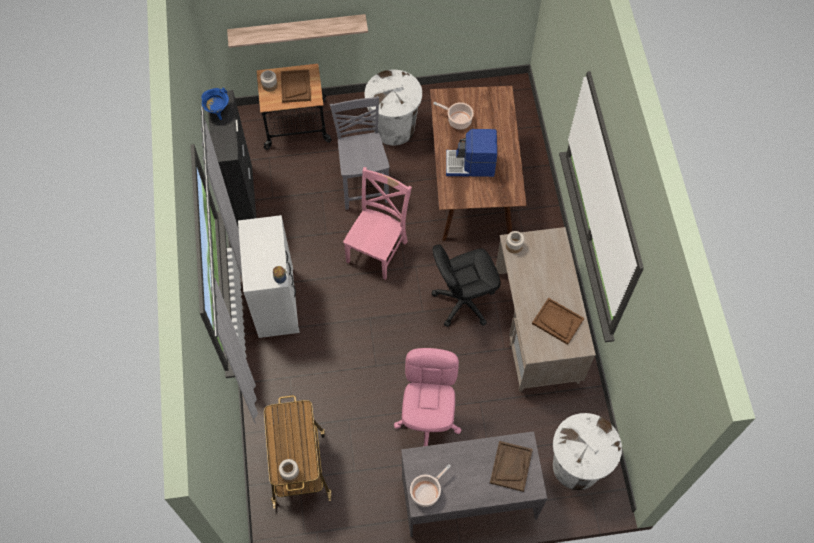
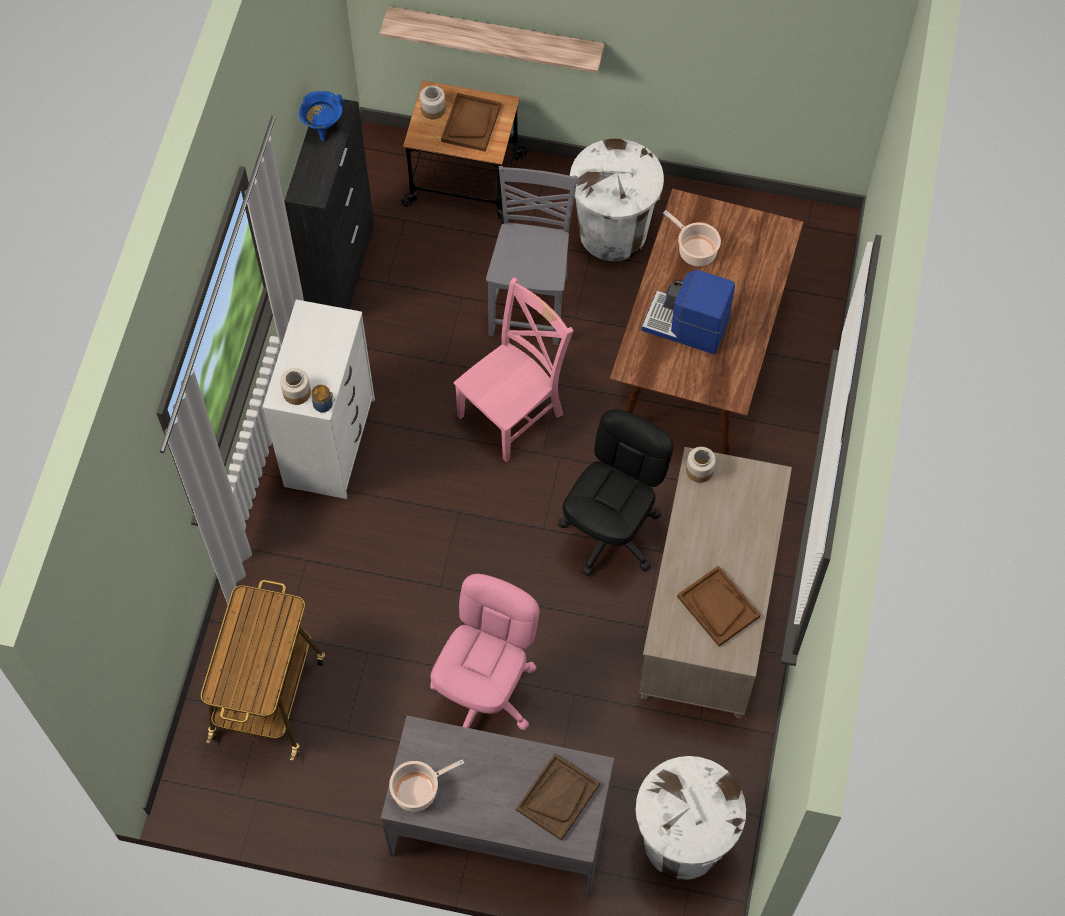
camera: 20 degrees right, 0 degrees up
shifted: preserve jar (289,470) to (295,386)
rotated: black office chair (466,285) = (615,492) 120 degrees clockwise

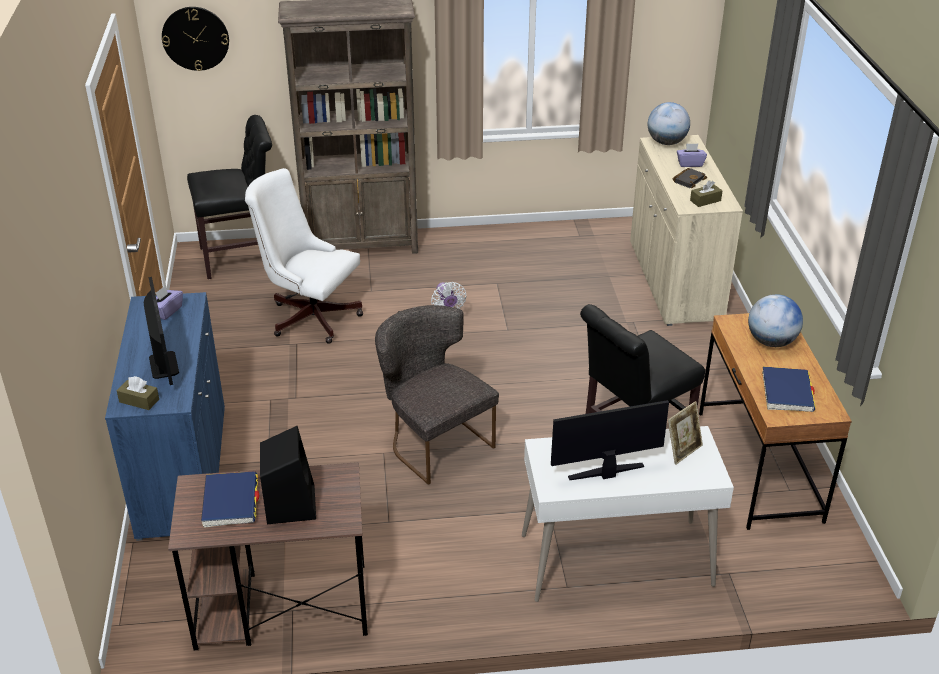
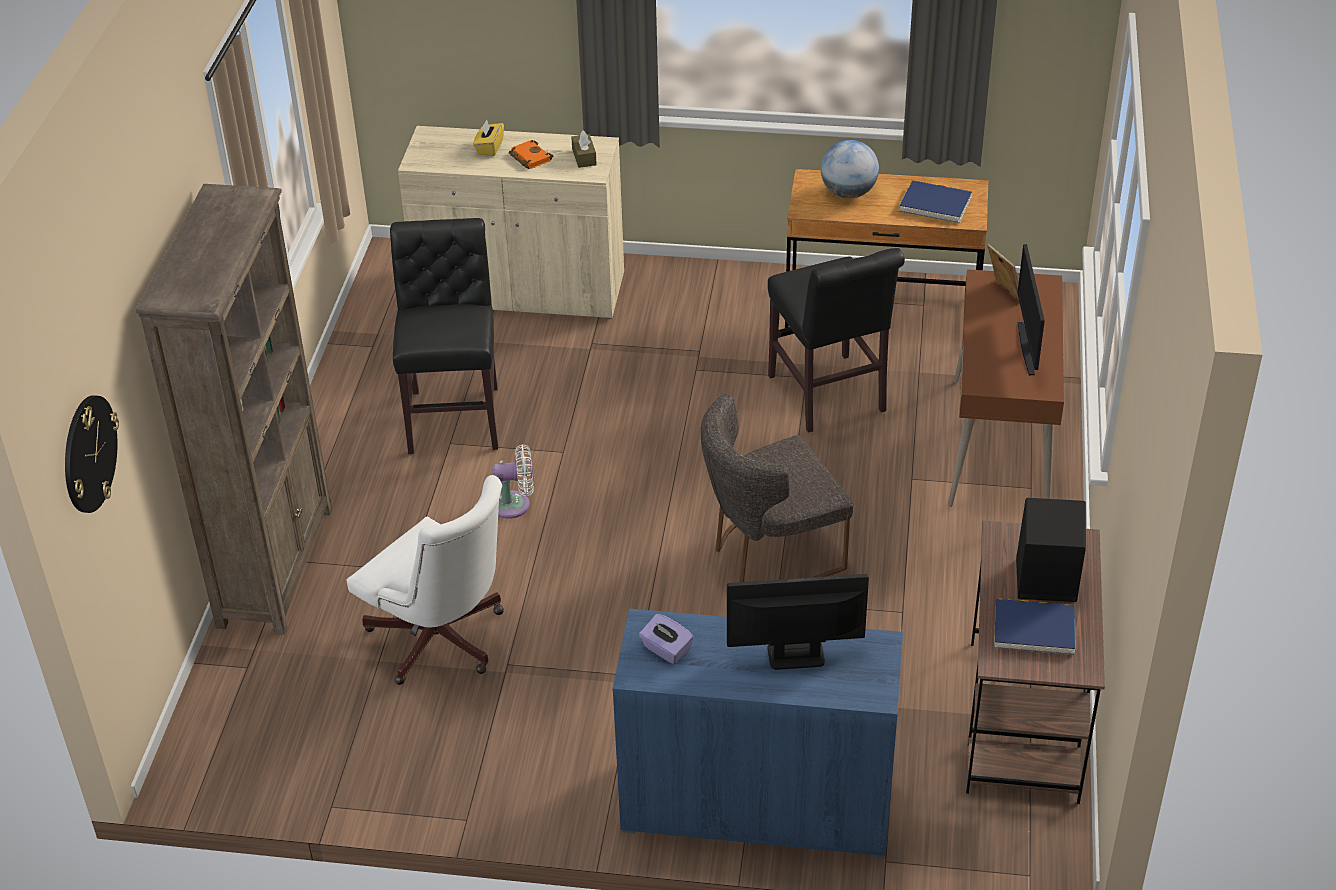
camera: 75 degrees left, 5 degrees up
gone: world globe (669,123); brown-coloured tissue holder (138,393)
shifted: black upright chair (229,197) to (444,336)
repainted: purple-coloured tissue holder (692,155) to yellow-coloured tissue holder (488,138); black bound book (689,178) to orange-coloured bound book (531,154); white-coloured desk unit (628,514) to brown-coloured desk unit (1006,388)
rotated: white-coloured office chair (304,256) = (425,580) 90 degrees counterclockwise

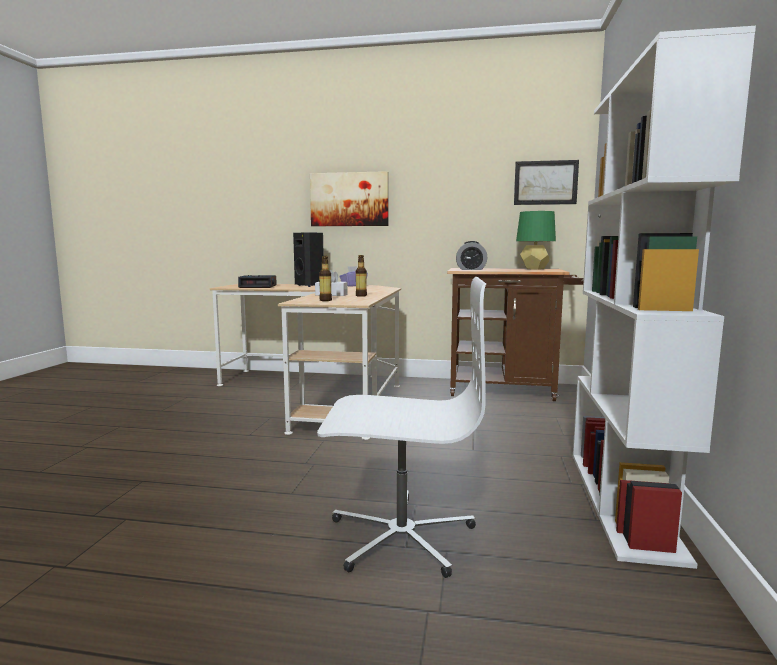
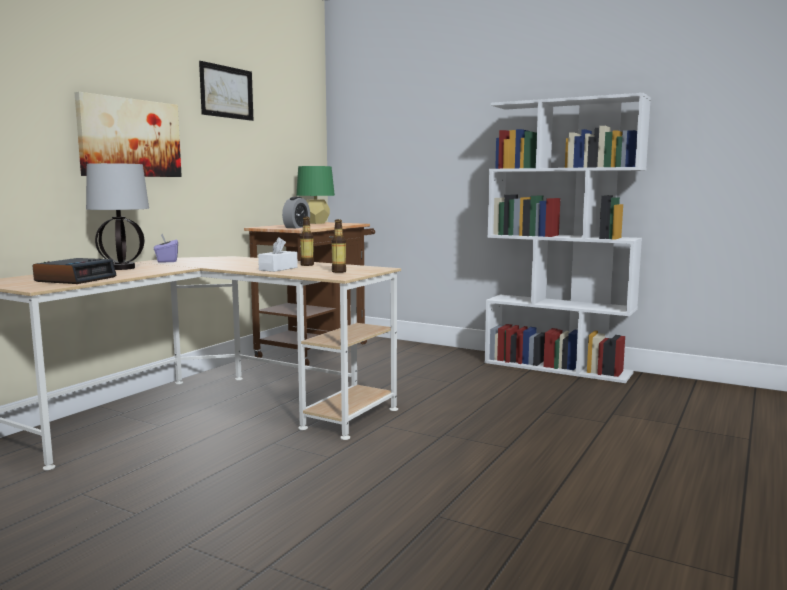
camera: 70 degrees left, 0 degrees up
gone: white-coloured office chair (401,427)
shifted: wall art (546,182) to (226,91)
swapped: black loudspeaker (308,259) to tabletop lamp (117,216)

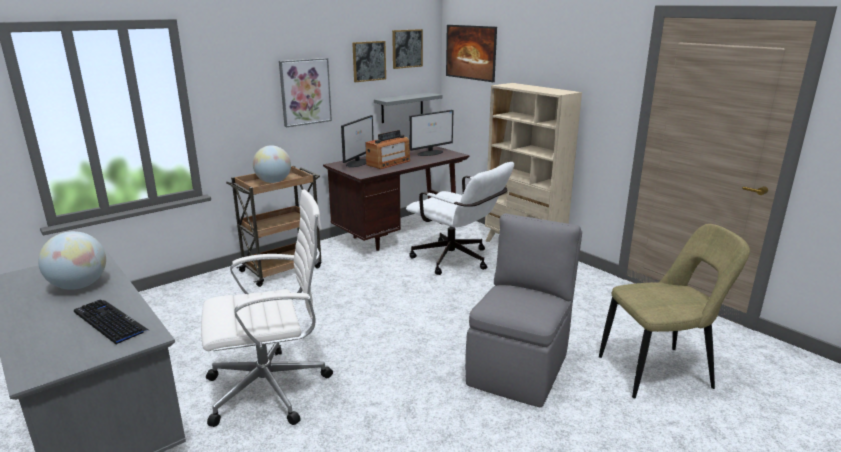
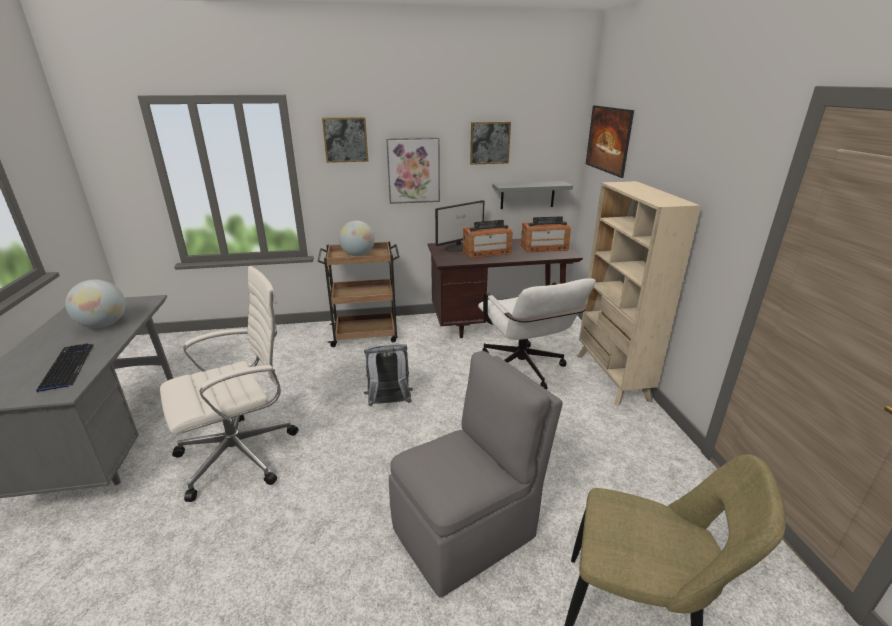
camera: 30 degrees right, 5 degrees up
new: greyish knapsack (388,375)
shifted: wall art (407,49) to (345,140)
swapped: computer display (431,133) to radio set (546,234)
rotated: white-coloured office chair (267,308) = (229,384) 45 degrees counterclockwise

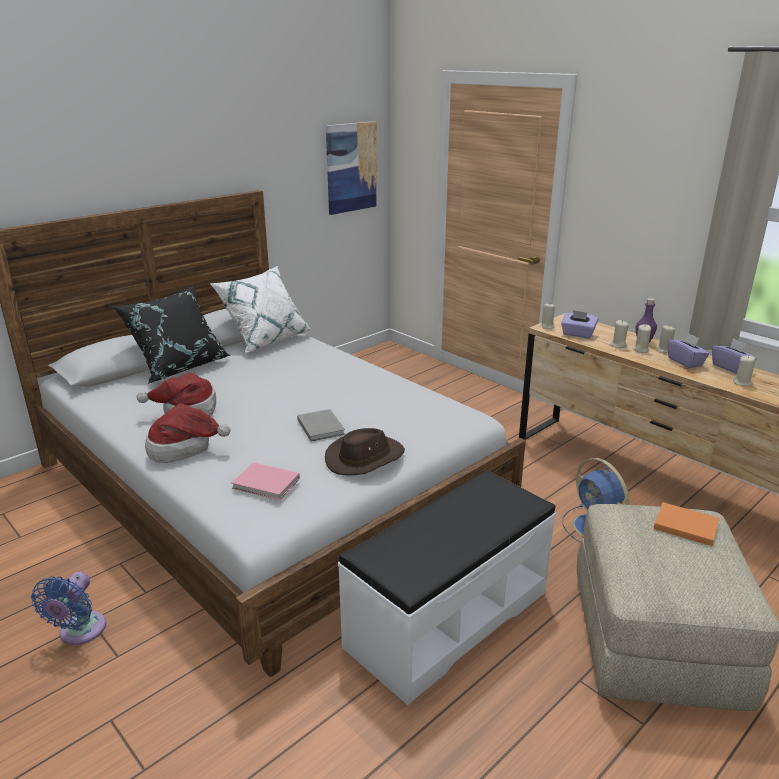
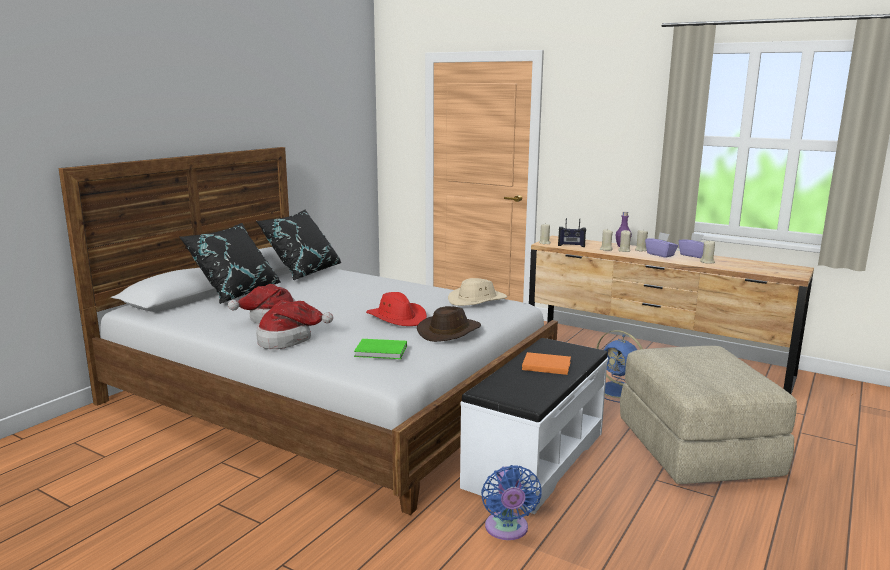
camera: 15 degrees left, 10 degrees down
gone: wall art (351,168)
new: sand-coloured hat (477,292)
shifted: orange-coloured bound book (686,524) to (546,363); blue fan (68,608) to (511,502)
swapped: purple-coloured tissue holder (579,324) to radio set (572,232); greyish bound book (321,425) to red hat (396,309)
repainted: white-coloured throw pillow (261,310) to black throw pillow (298,244); pinkish bound book (265,481) to green bound book (380,349)

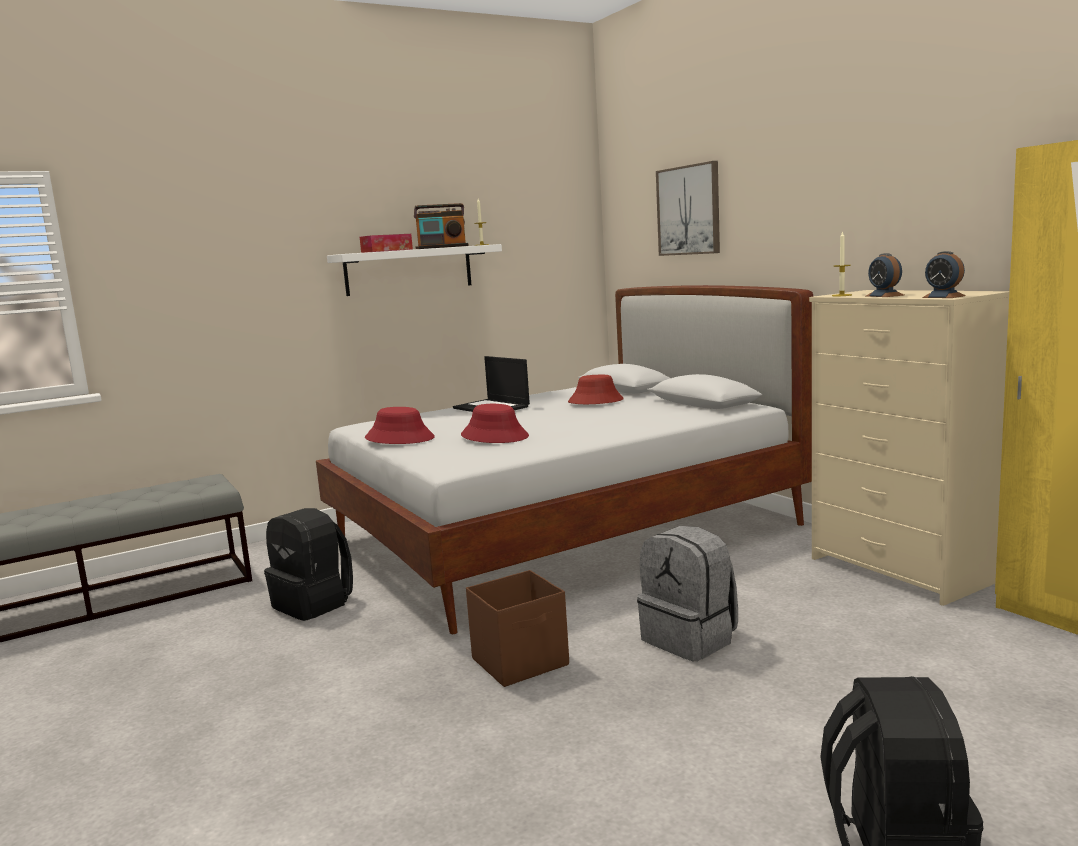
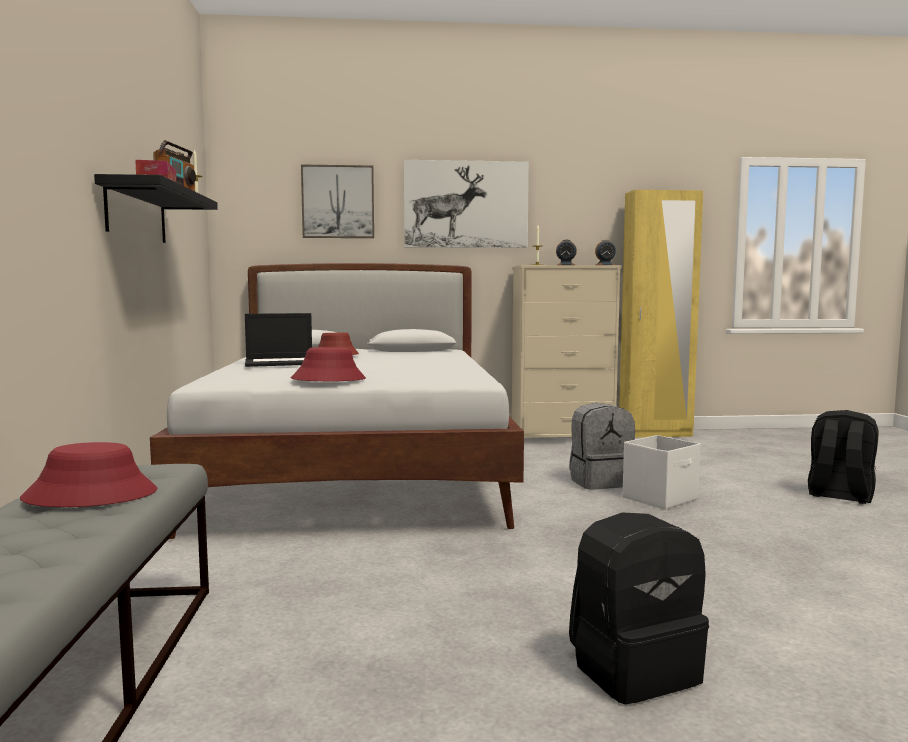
camera: 65 degrees left, 5 degrees down
gone: brown-coloured storage container (517,628)
new: wall art (466,204); white-coloured storage container (662,472)
shifted: red hat (495,423) to (88,474); black knapsack (308,564) to (639,609)
repainted: white-coloured shelf (414,270) to black shelf (156,208)

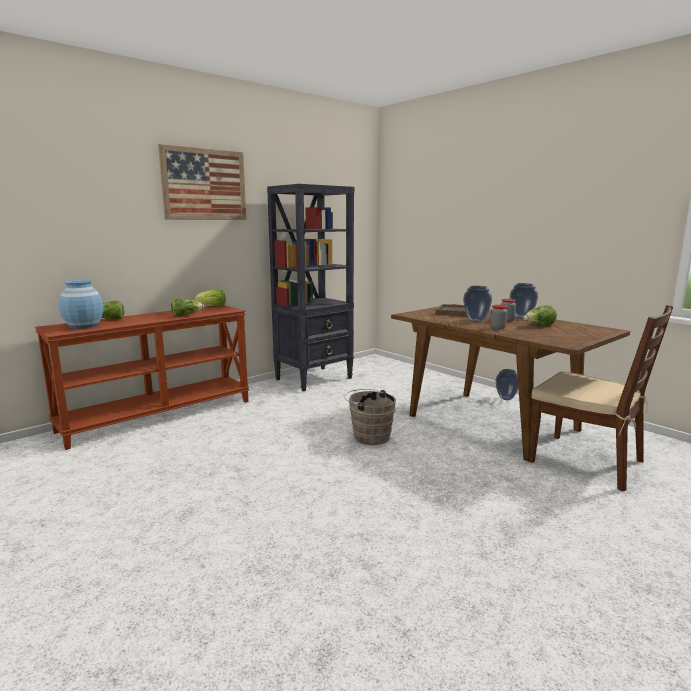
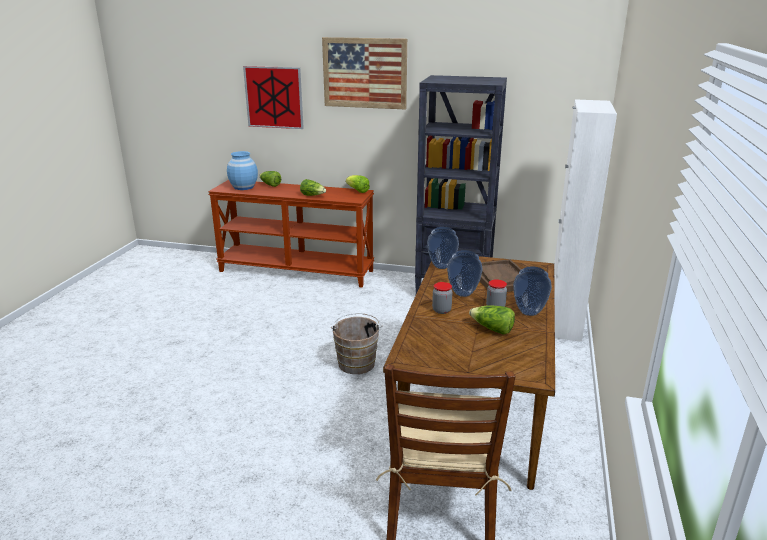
camera: 55 degrees right, 10 degrees up
new: wall art (273,97); white-coloured cupboard (585,220)
shifted: flower vase (507,384) to (443,248)

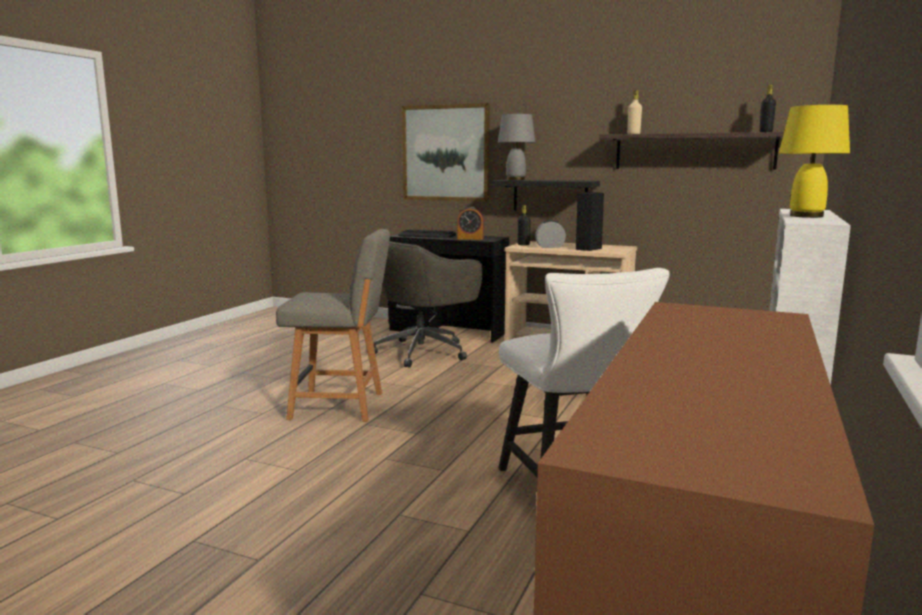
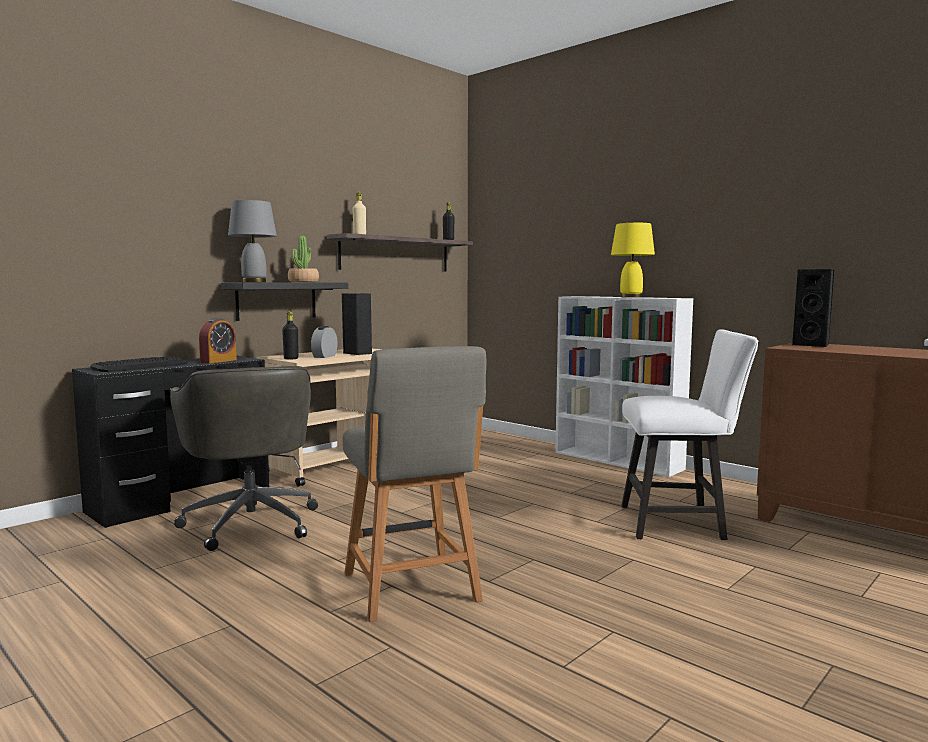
camera: 70 degrees left, 5 degrees down
gone: wall art (446,152)
new: plant in a pot (303,259); black loudspeaker (813,308)
rotated: greyish upright chair (333,325) = (414,484) 135 degrees clockwise

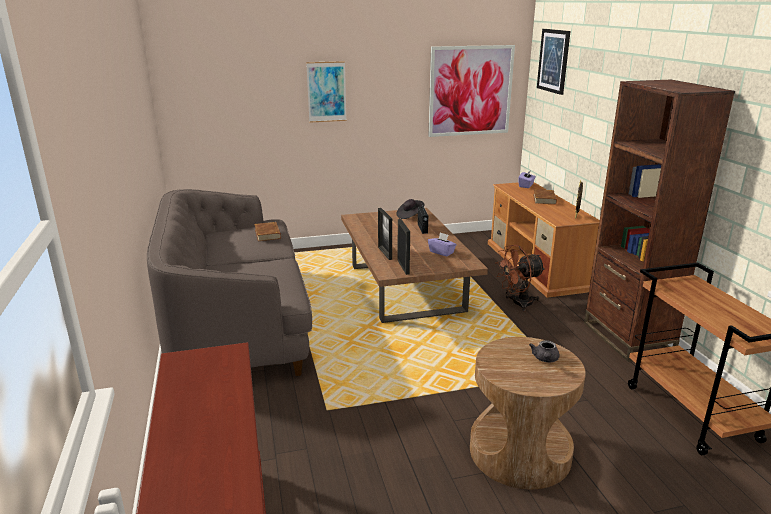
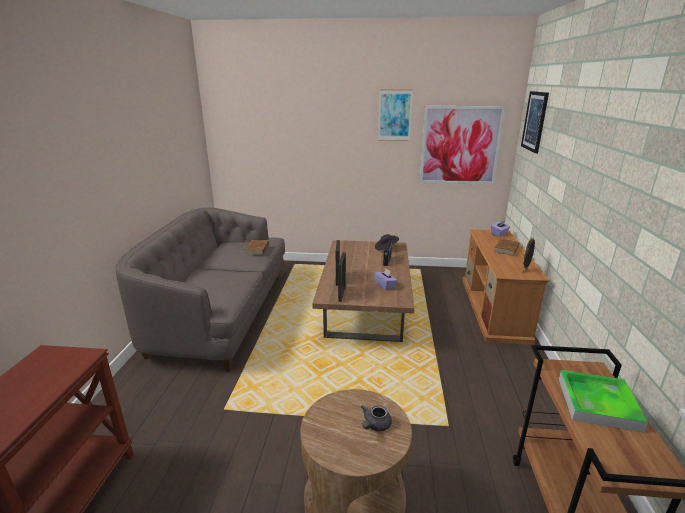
camera: 20 degrees right, 0 degrees up
gone: brown-coloured shelving unit (659,221); brown-coloured fan (520,278)
new: serving tray (603,401)
shifted: wall art (326,92) to (395,115)

